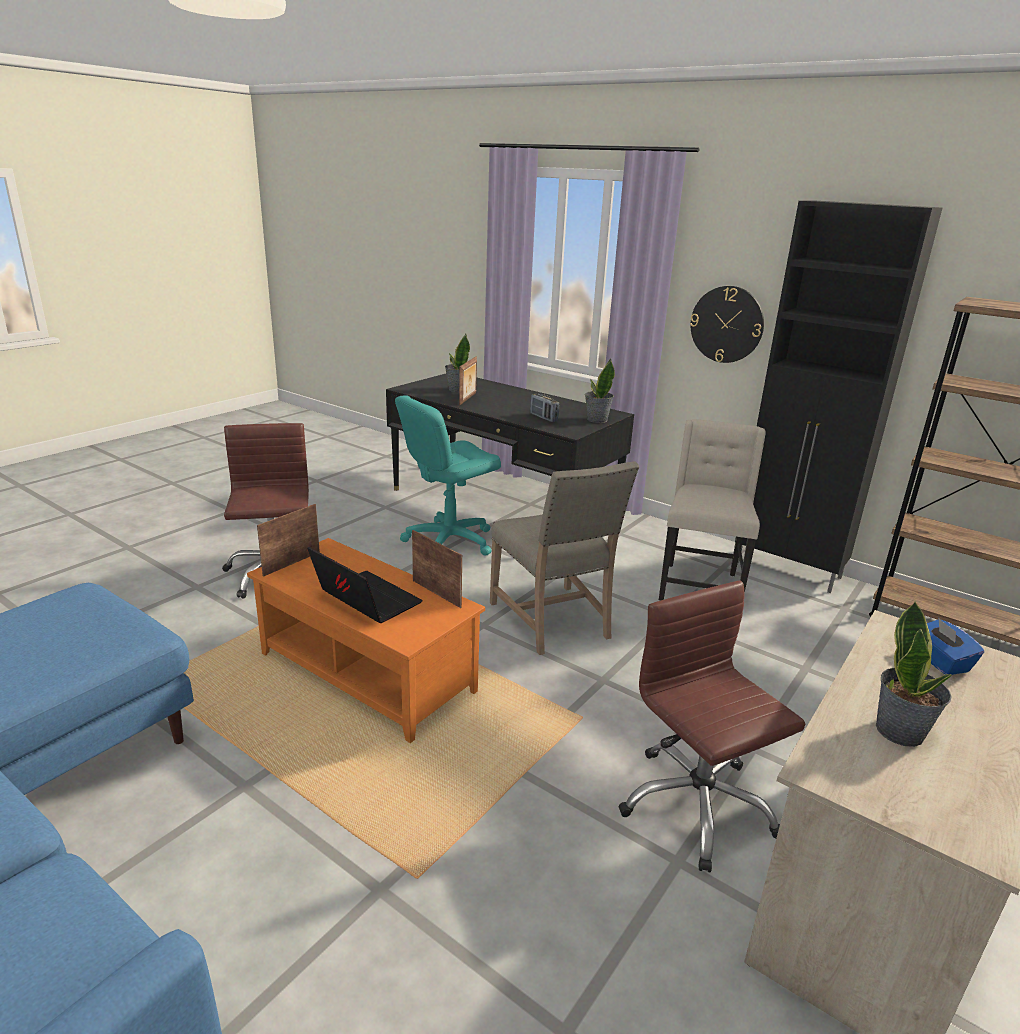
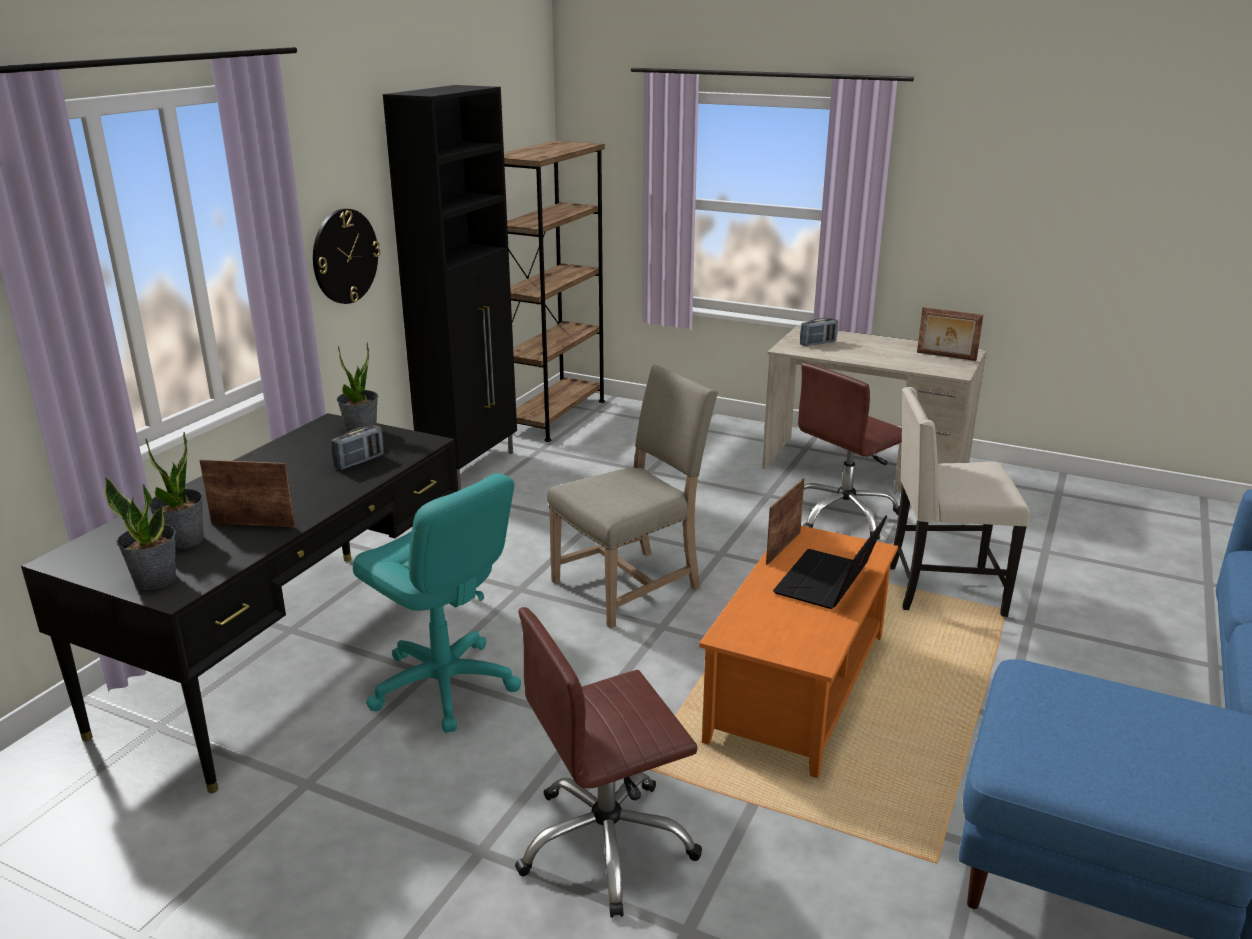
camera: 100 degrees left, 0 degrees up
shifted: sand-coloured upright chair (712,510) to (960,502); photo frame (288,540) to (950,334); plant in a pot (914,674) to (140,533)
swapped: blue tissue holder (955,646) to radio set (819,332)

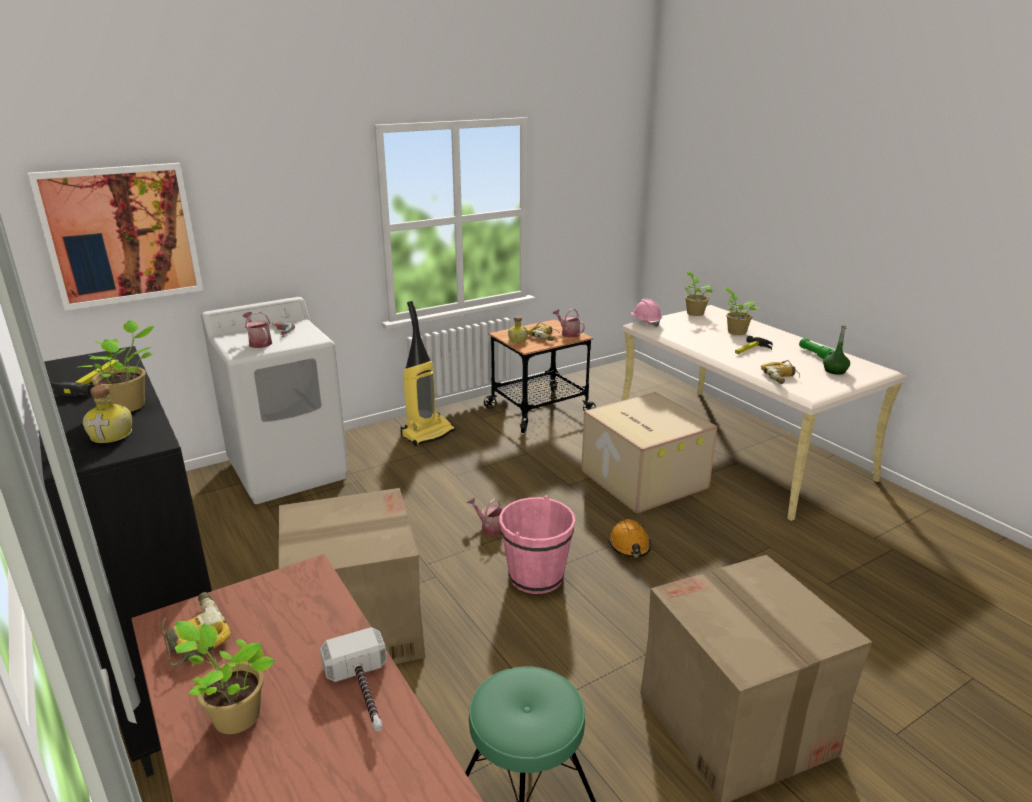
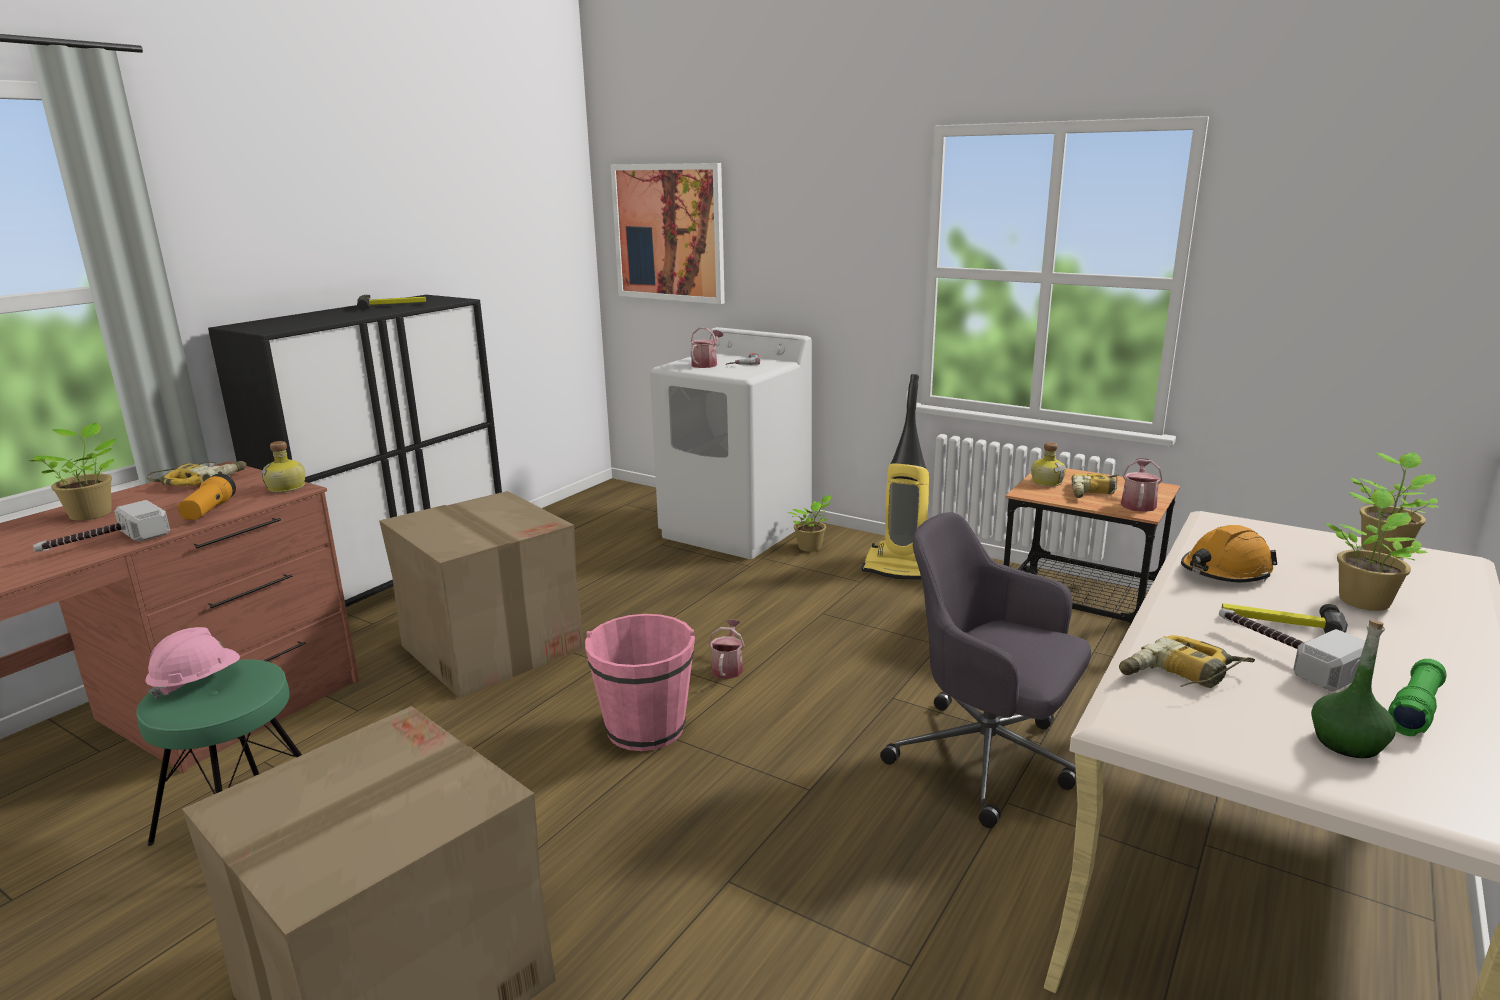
camera: 65 degrees right, 5 degrees down
new: flashlight (207,497); tool hammer (1292,650)
shifted: pinkish safety helmet (646,313) to (192,663); plant in a pot (115,366) to (810,523); bottle (107,414) to (283,467); orange-coloured safety helmet (630,538) to (1229,553)
swapped: packing box (649,453) to greyish office chair (985,670)

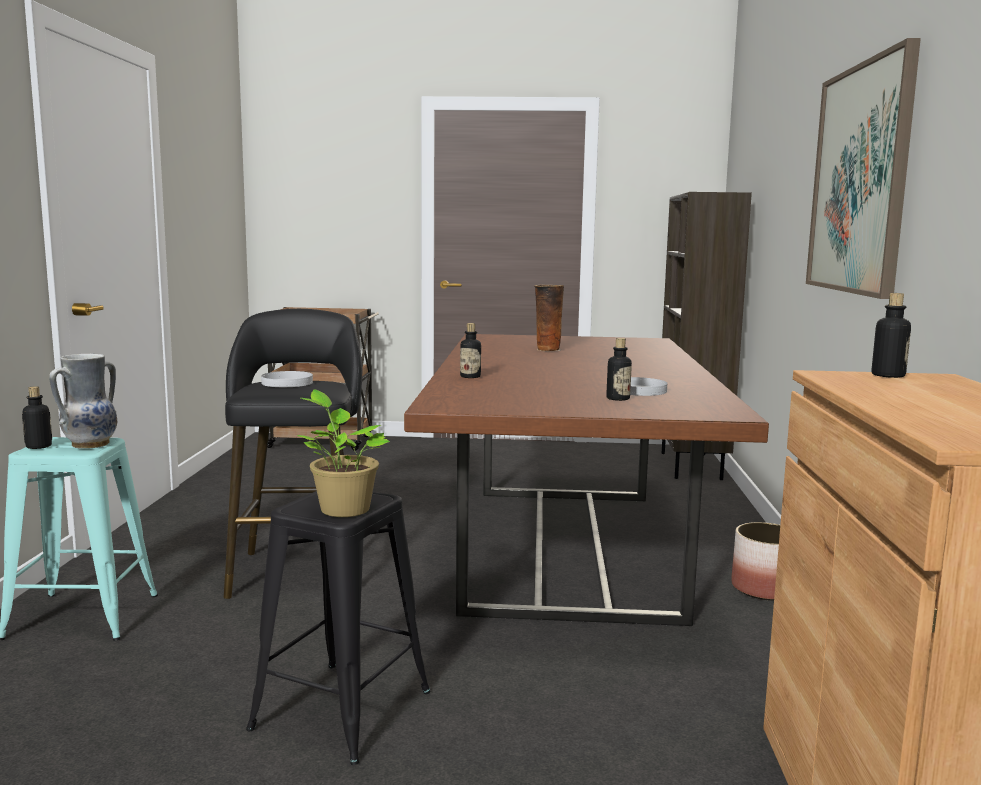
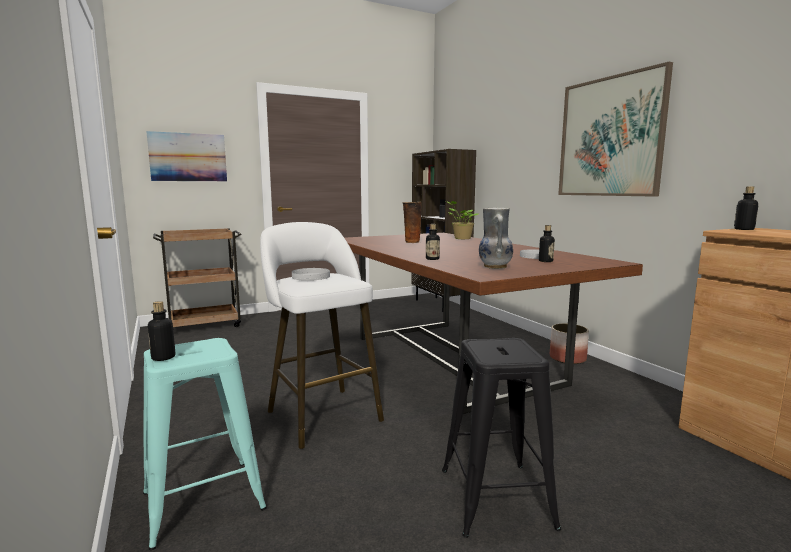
camera: 30 degrees left, 0 degrees up
new: wall art (186,156)
shifted: flower vase (83,401) to (496,238); plant in a pot (343,453) to (462,220)
repainted: black stool seat (293,454) to white-coloured stool seat (322,335)

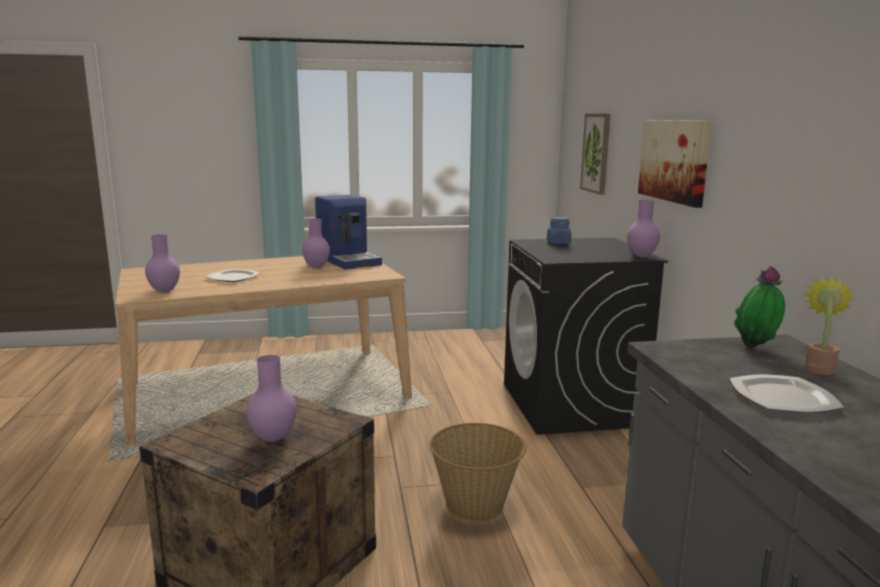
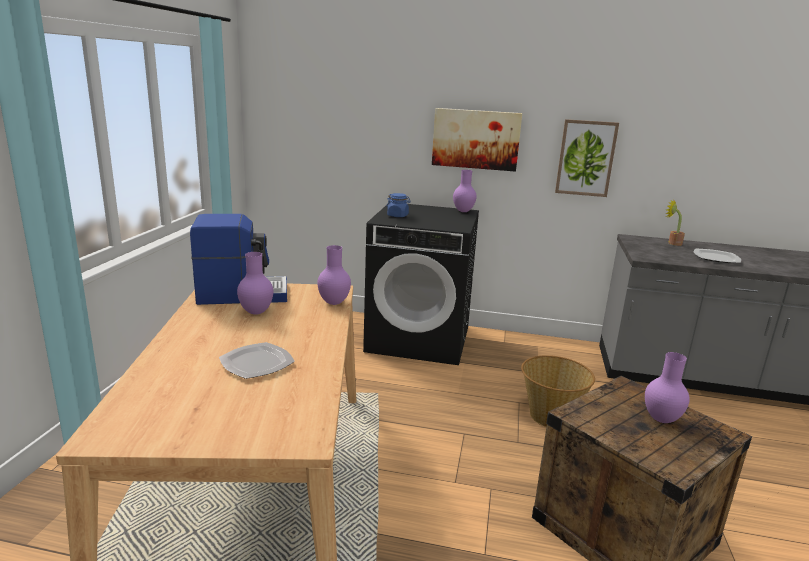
camera: 70 degrees left, 5 degrees up
gone: plant in a pot (759,307)
shifted: wall art (595,154) to (587,158); purple-coloured flower vase (162,263) to (334,275)

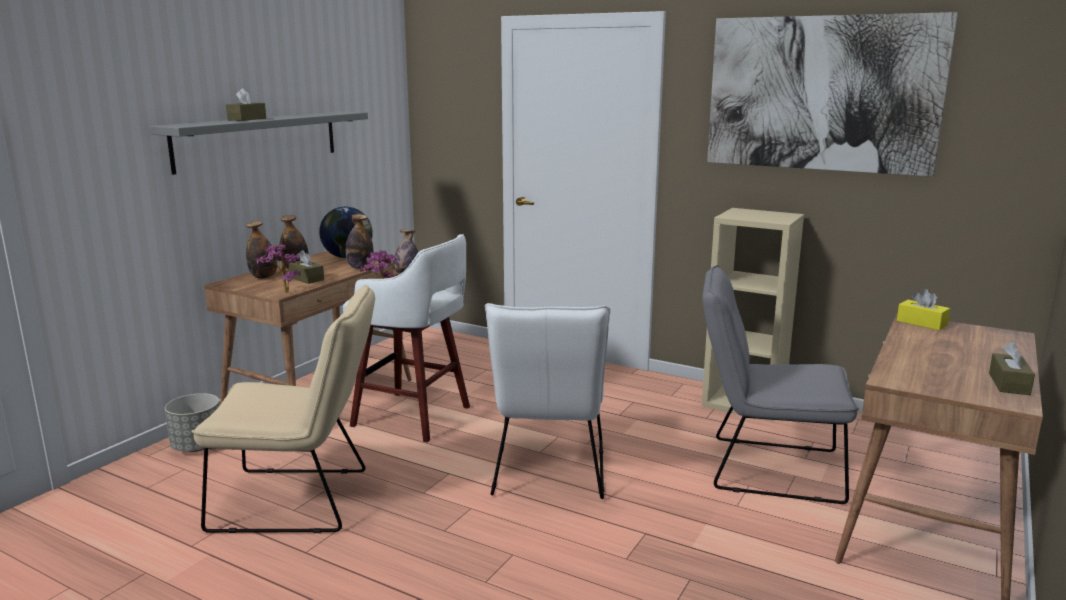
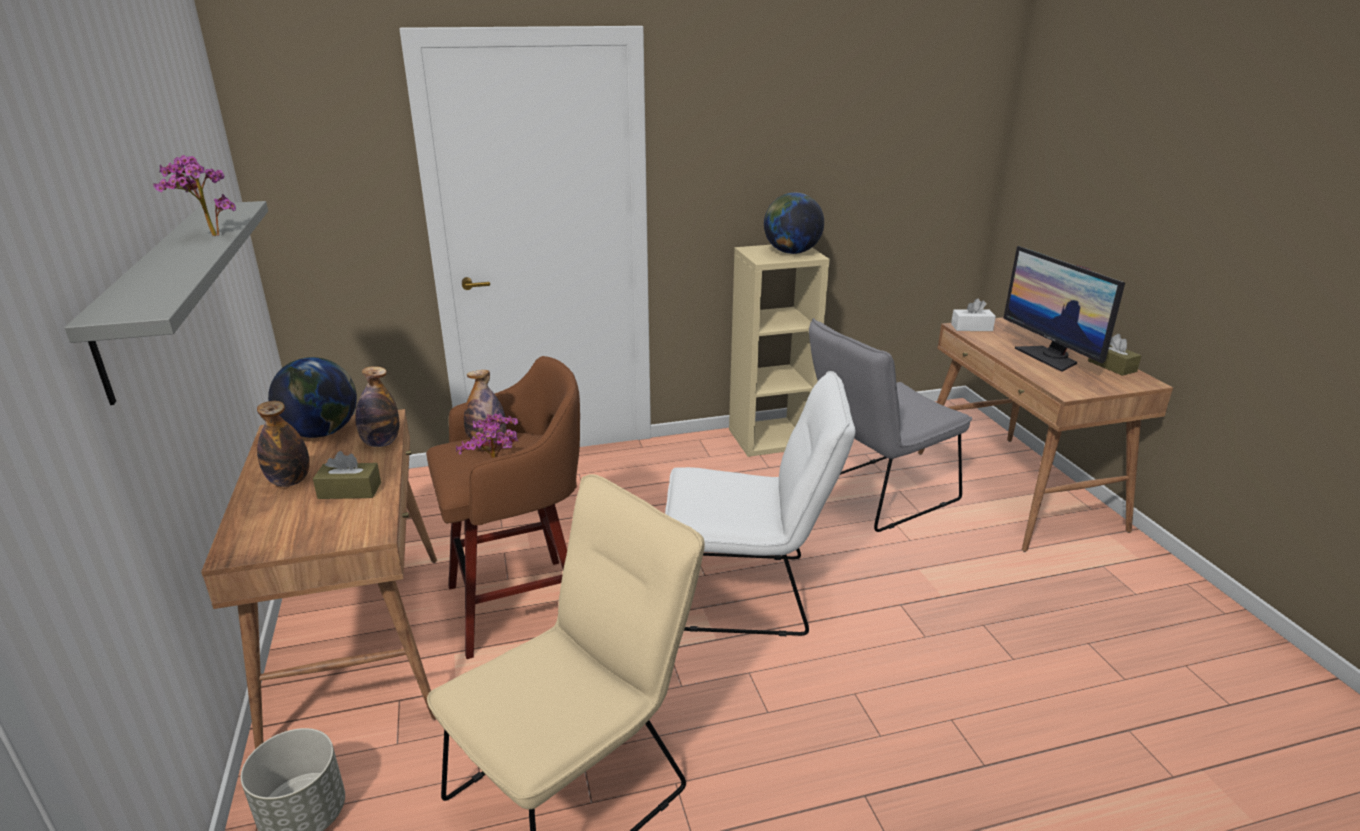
camera: 45 degrees left, 10 degrees up
gone: wall art (832,94); brown-coloured tissue holder (246,104); bottle (261,250)
new: world globe (794,223); computer display (1064,309)
shifted: plant in a pot (278,268) to (194,195)
repainted: white-coloured stool seat (406,338) to brown-coloured stool seat (503,507); yellow-coloured tissue holder (923,309) to white-coloured tissue holder (973,314)
rotated: white-coloured upright chair (547,401) = (760,503) 45 degrees counterclockwise

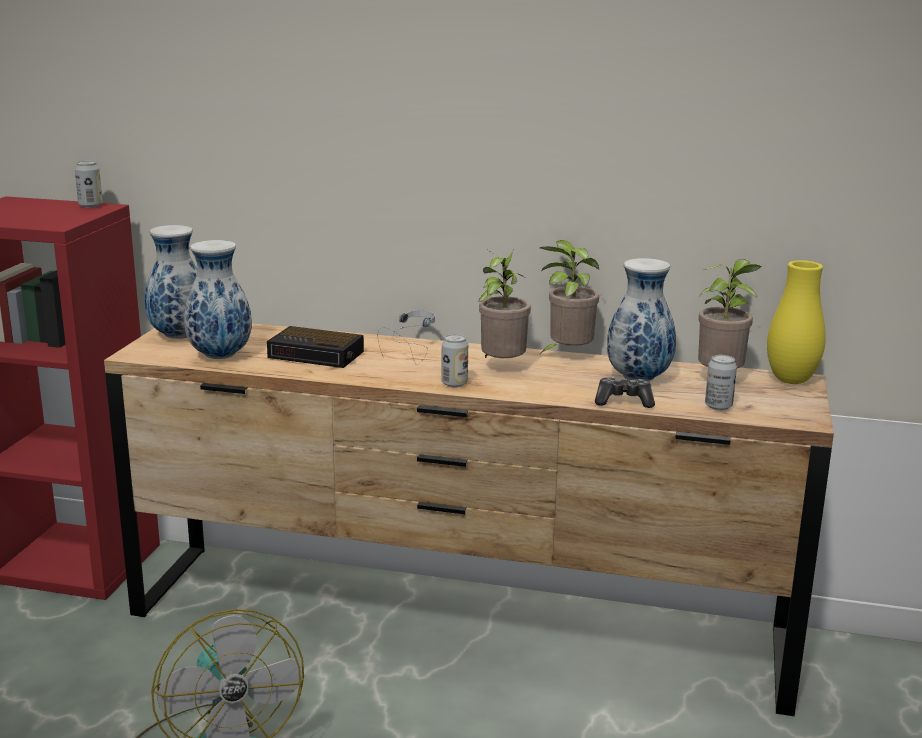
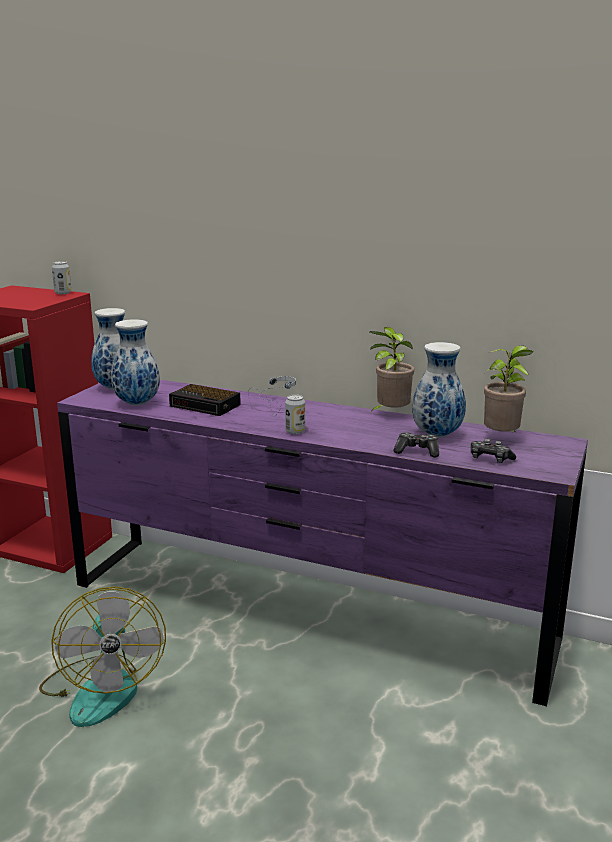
camera: 10 degrees right, 0 degrees up
gone: plant in a pot (504,304); yellow-coloured flower vase (796,322)
swapped: metal can (721,382) to gamepad (493,451)
repainted: brown-coloured chest of drawers (469,519) to purple-coloured chest of drawers (322,543)

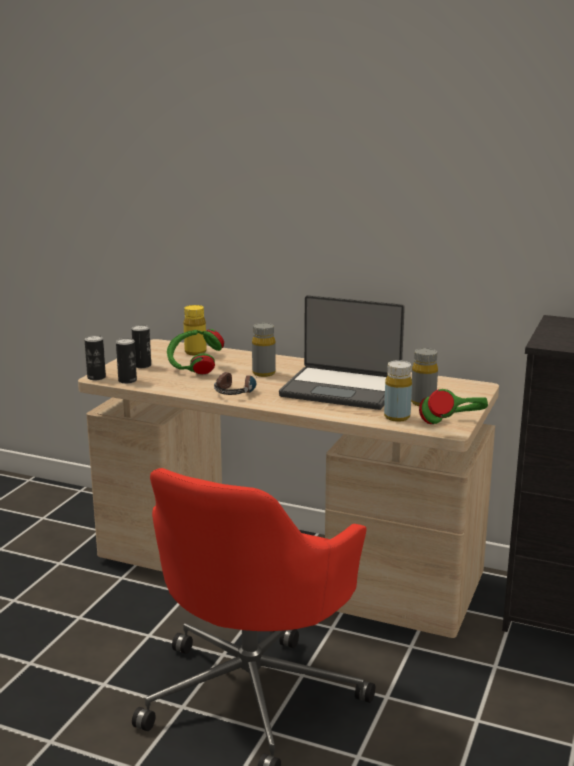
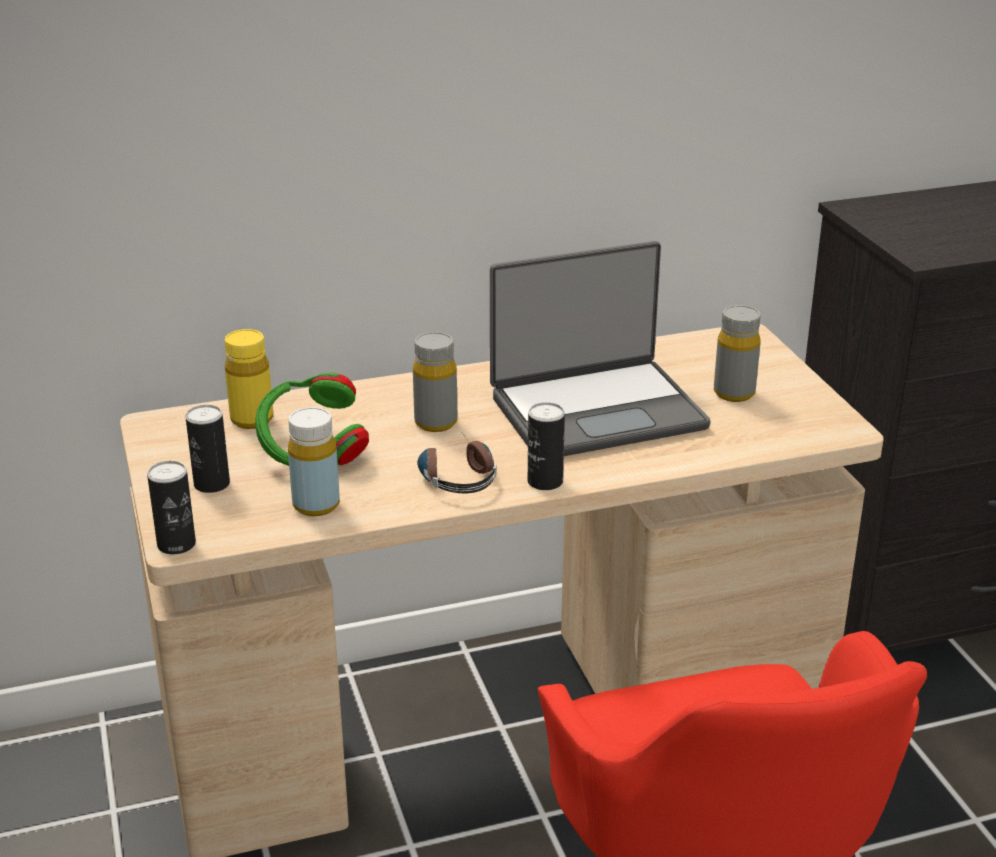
camera: 40 degrees left, 10 degrees up
gone: green headphones (453,406)
shifted: metal can (126,361) to (546,446); yellow-coloured bottle (398,391) to (314,461)

